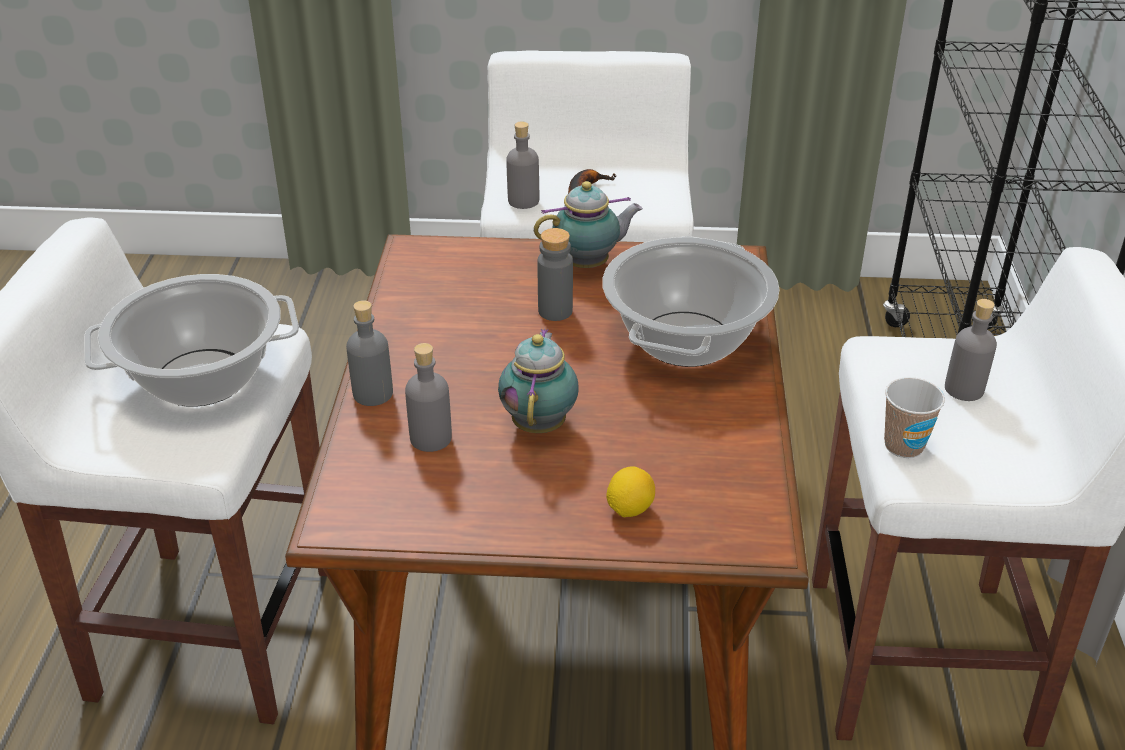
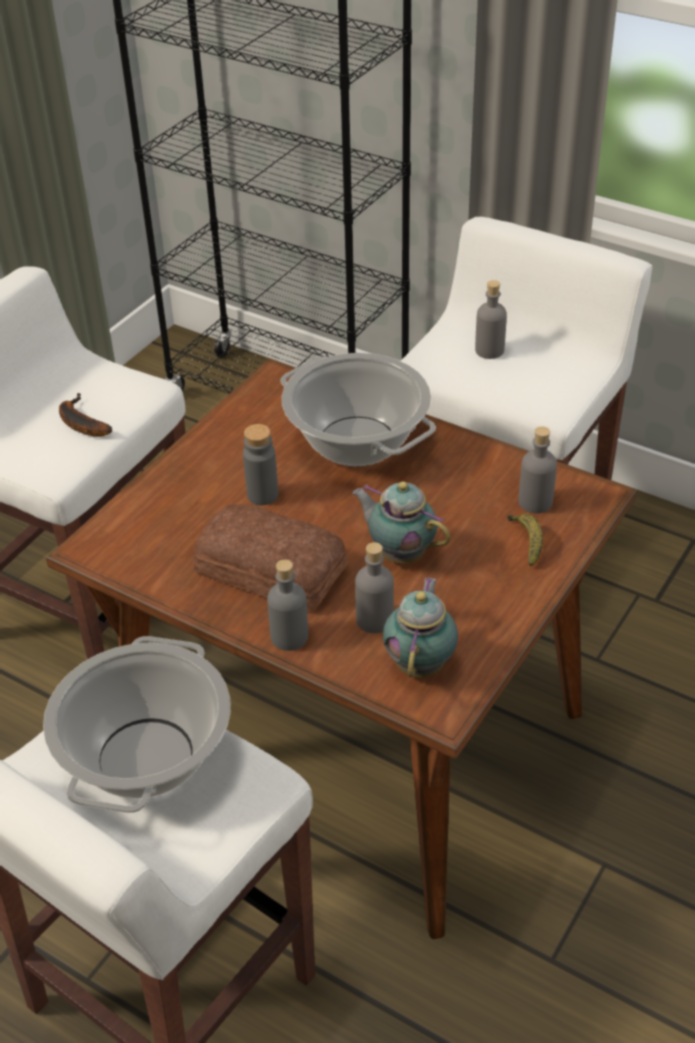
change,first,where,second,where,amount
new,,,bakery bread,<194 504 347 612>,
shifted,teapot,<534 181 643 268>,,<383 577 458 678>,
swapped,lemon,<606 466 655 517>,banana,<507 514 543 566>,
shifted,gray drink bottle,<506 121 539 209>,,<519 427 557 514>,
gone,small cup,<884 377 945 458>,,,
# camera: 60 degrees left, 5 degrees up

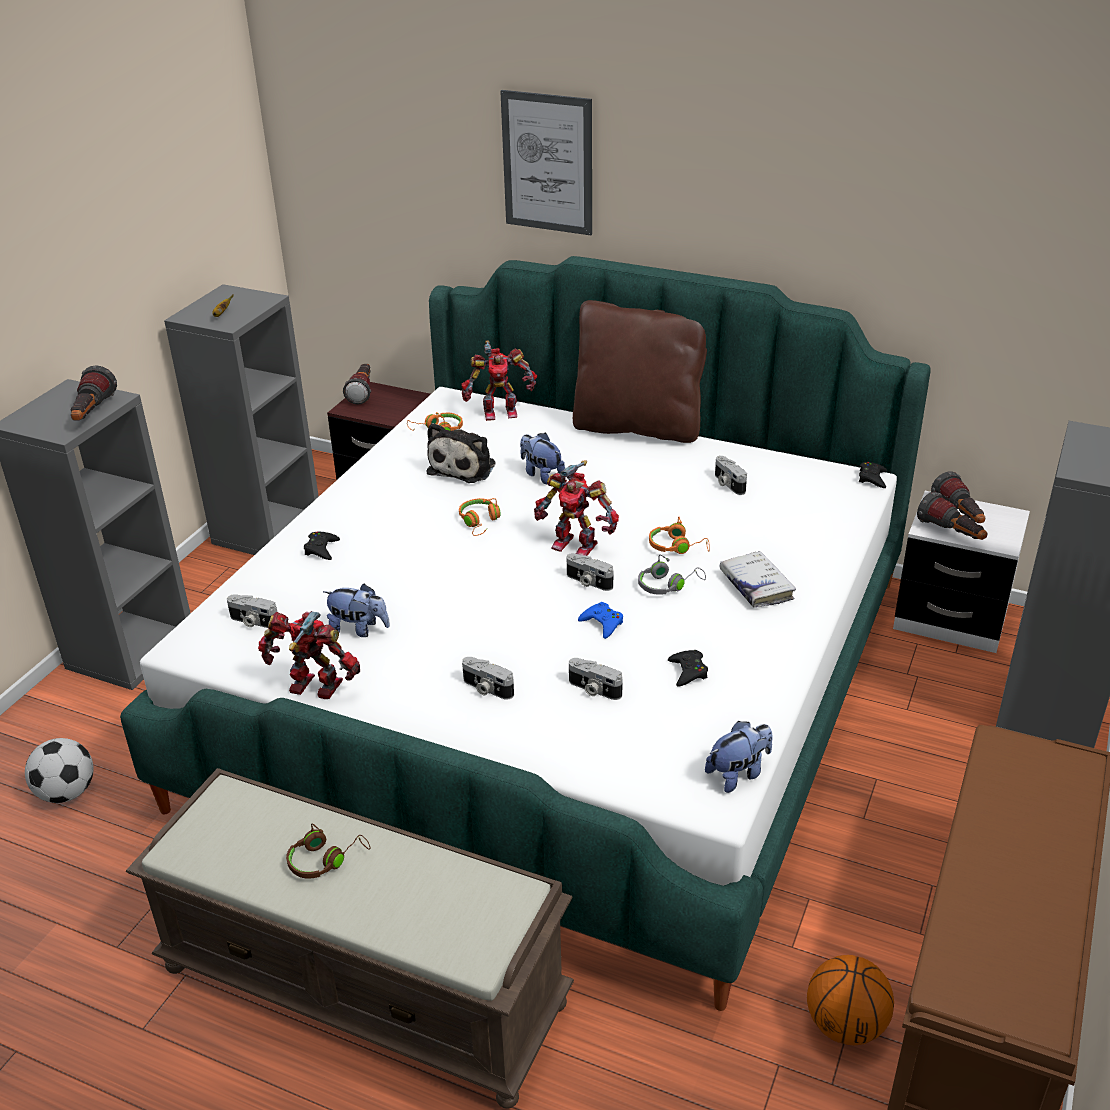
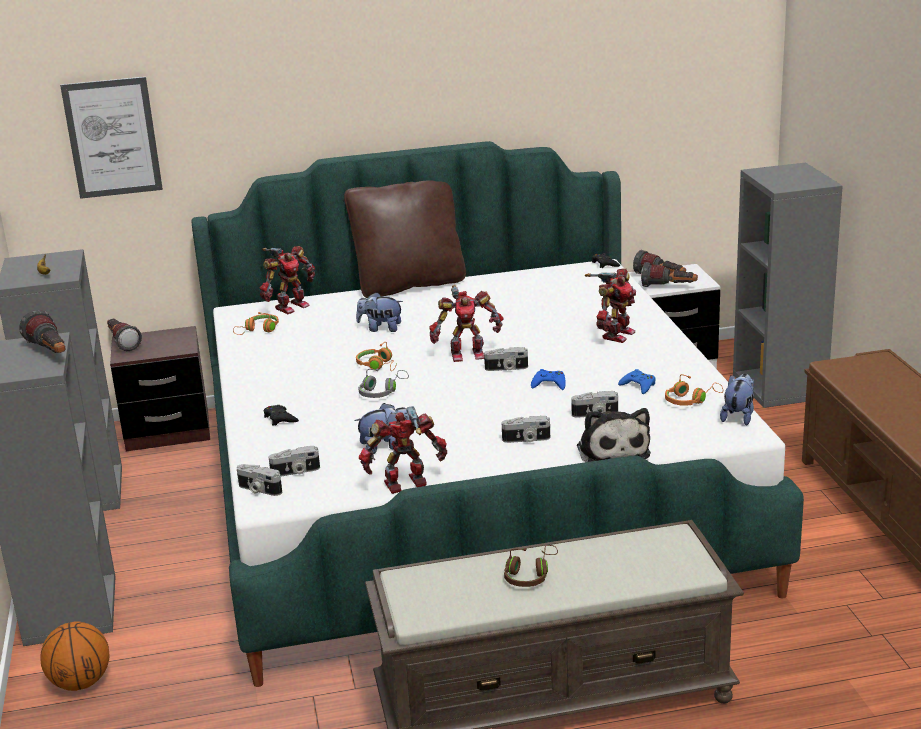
change,first,where,second,where,amount
shifted,basketball ball,<807 955 894 1045>,,<40 622 110 691>,
shifted,wall art,<500 90 592 235>,,<60 77 163 199>,
shifted,still camera,<715 456 747 495>,,<236 464 282 496>,
shifted,gray headset,<638 555 706 595>,,<358 369 409 398>,
shifted,soft toy,<427 423 496 483>,,<577 408 651 462>,
swapped,white-coloured bound book,<719 551 796 608>,robot figure,<585 268 636 343>,
repainted,black-coloured joypad,<668 650 708 687>,blue joypad,<618 369 656 394>,
shifted,orange-coloured headset,<649 516 710 554>,,<665 374 723 406>,
gone,ball for football,<25 738 94 803>,,,
# camera: 35 degrees left, 10 degrees down

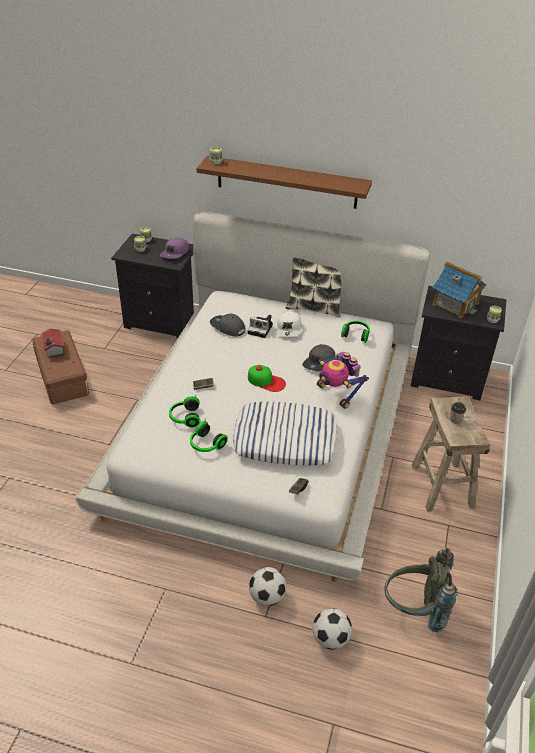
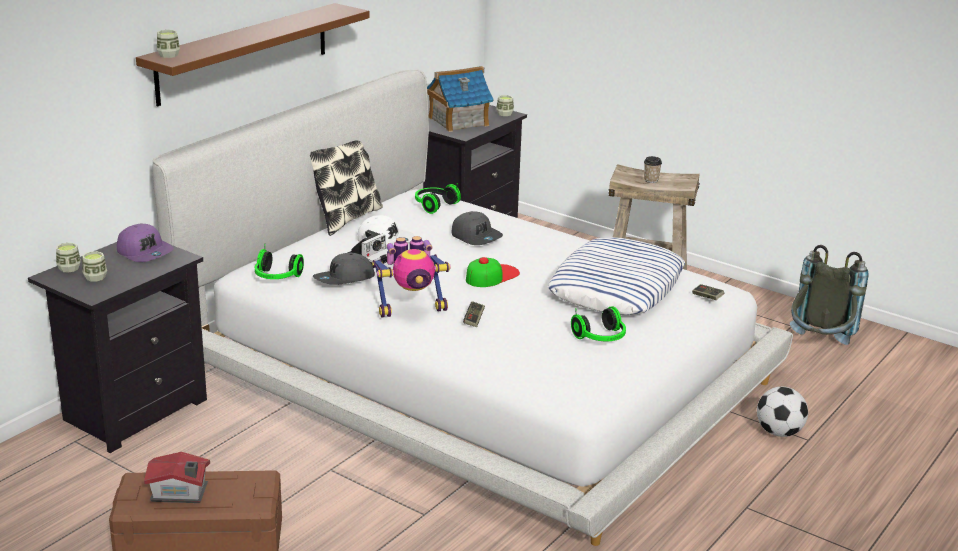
change,first,where,second,where,amount
shifted,headset,<169 396 200 428>,,<255 244 304 279>,
shifted,robot figure,<317 352 369 409>,,<372 236 451 318>,
gone,ball for football,<313 608 352 650>,,,
# camera: 70 degrees left, 15 degrees down

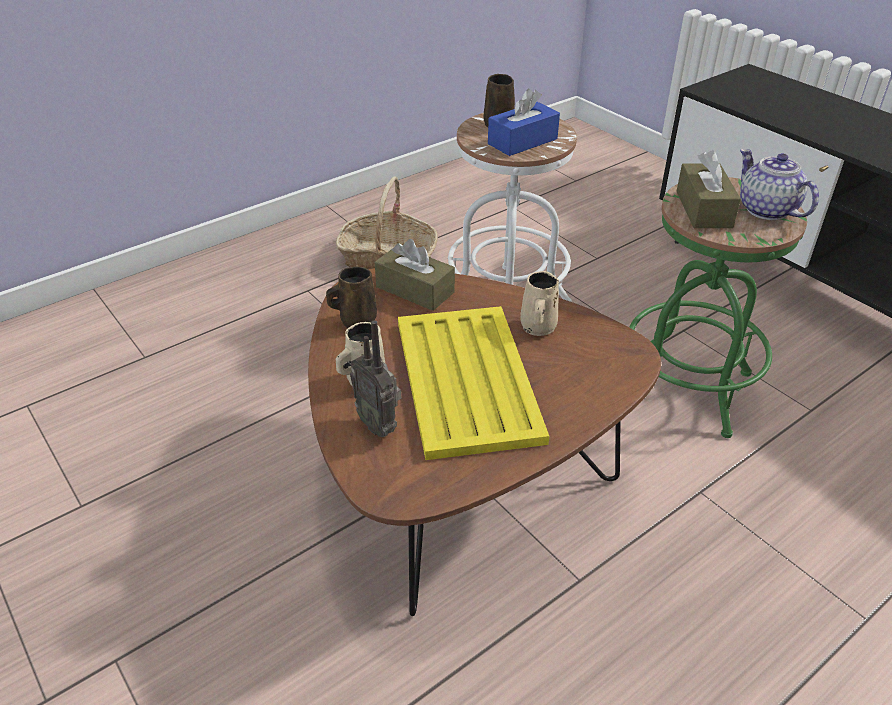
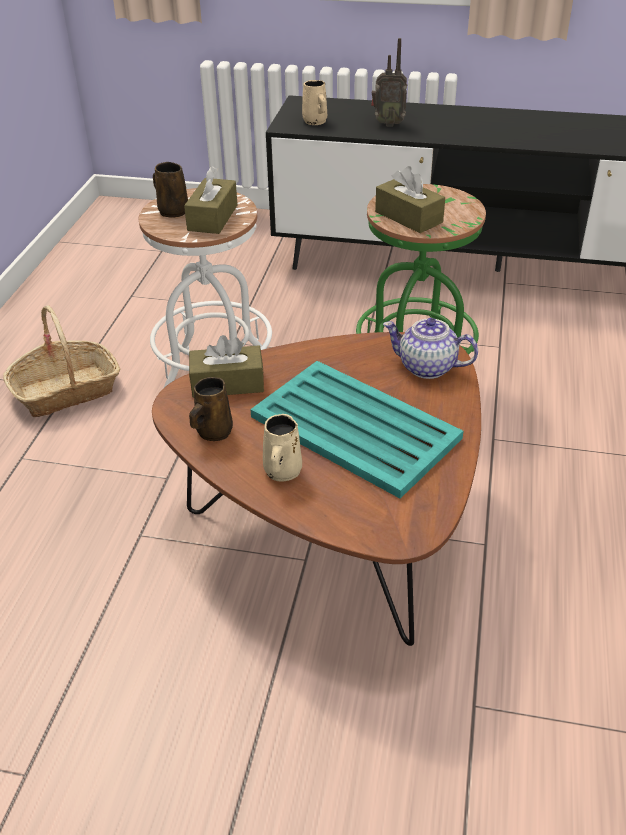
change,first,where,second,where,amount
repainted,blue box of tissues,<488 89 560 156>,brownish box of tissues,<184 166 238 234>,
repainted,yellowish serving tray,<398 306 549 460>,turquoise serving tray,<250 361 463 499>,
shifted,beige coffee mug,<520 271 559 336>,,<302 80 327 125>,
shifted,radio,<350 320 402 437>,,<371 38 407 127>,
shifted,teapot,<740 149 819 220>,,<383 318 478 379>,
# camera: 40 degrees left, 0 degrees up

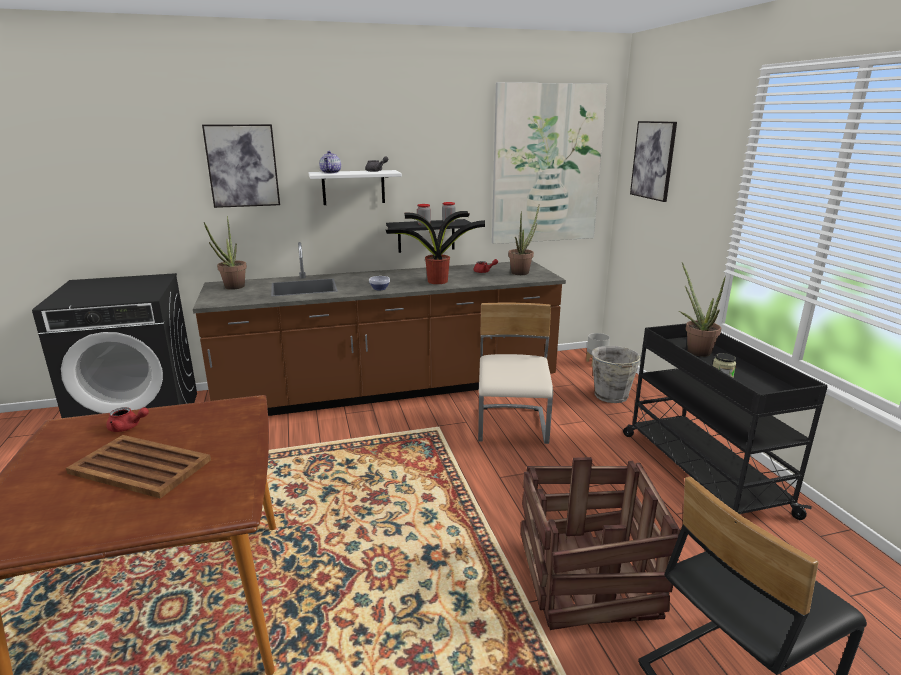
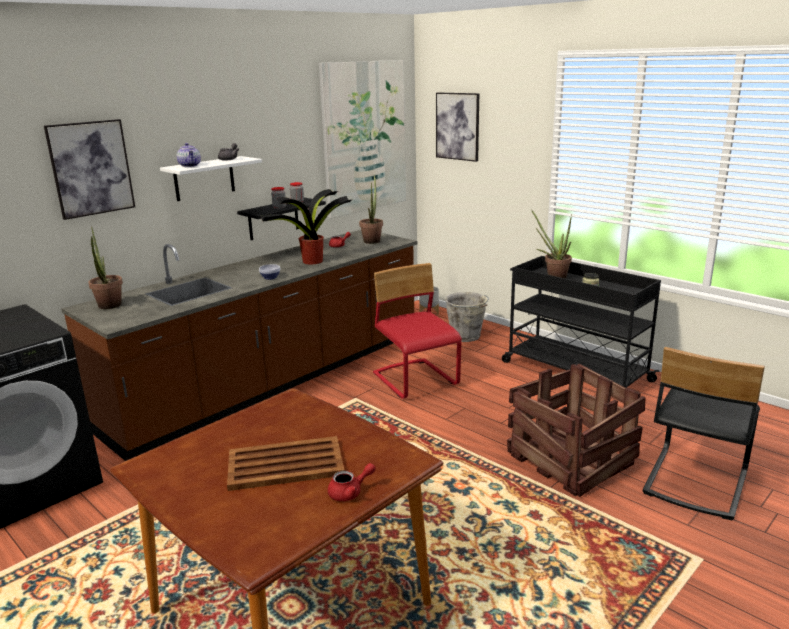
change,first,where,second,where,amount
shifted,red-coloured teapot,<106 407 149 432>,,<328 463 376 501>,
repainted,beige upright chair,<478 302 553 444>,red-coloured upright chair,<373 263 462 399>,
# camera: 30 degrees left, 0 degrees up

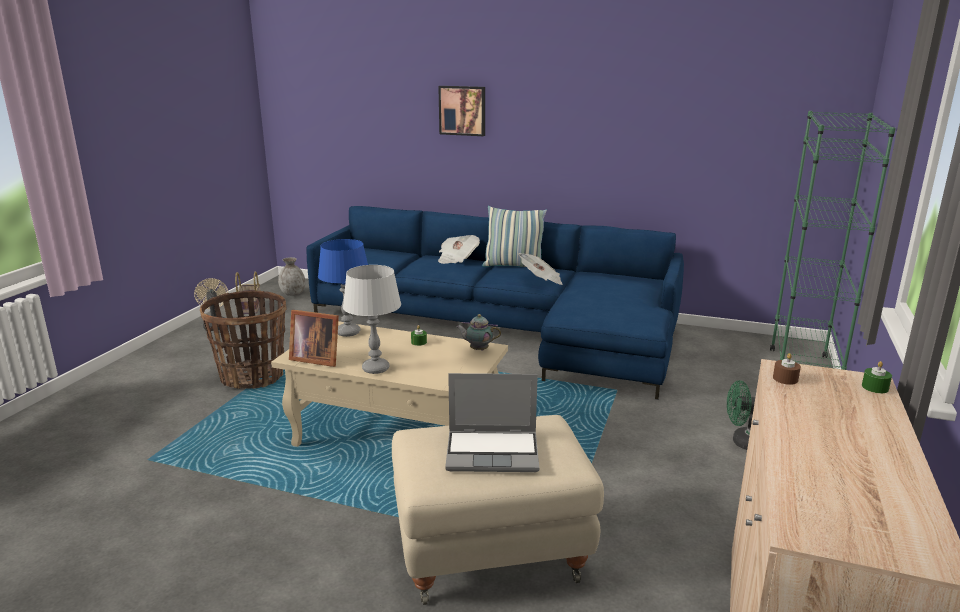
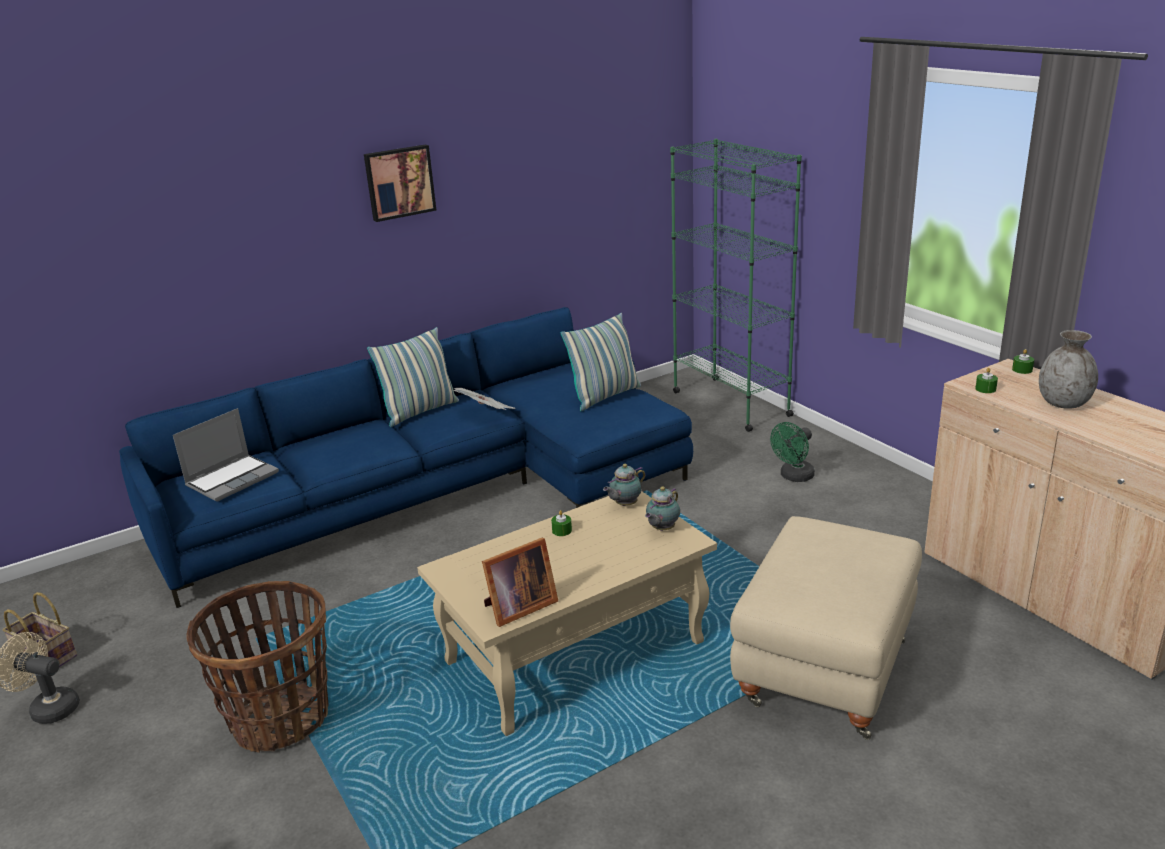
change,first,where,second,where,amount
shifted,notebook computer,<445 373 539 472>,,<173 408 279 502>,
shifted,wall art,<438 86 485 136>,,<364 144 437 222>,
new,,,cushion,<561 313 641 411>,
new,,,teapot,<645 486 680 531>,
repainted,brownish wax candle,<773 353 801 385>,green wax candle,<975 368 998 393>,
shifted,gray flower vase,<278 257 305 296>,,<1039 330 1098 409>,
gone,blue tabletop lamp,<318 239 368 337>,,,
gone,gray tabletop lamp,<343 265 401 374>,,,
gone,newspaper,<438 235 480 264>,,,
# camera: 50 degrees left, 5 degrees up

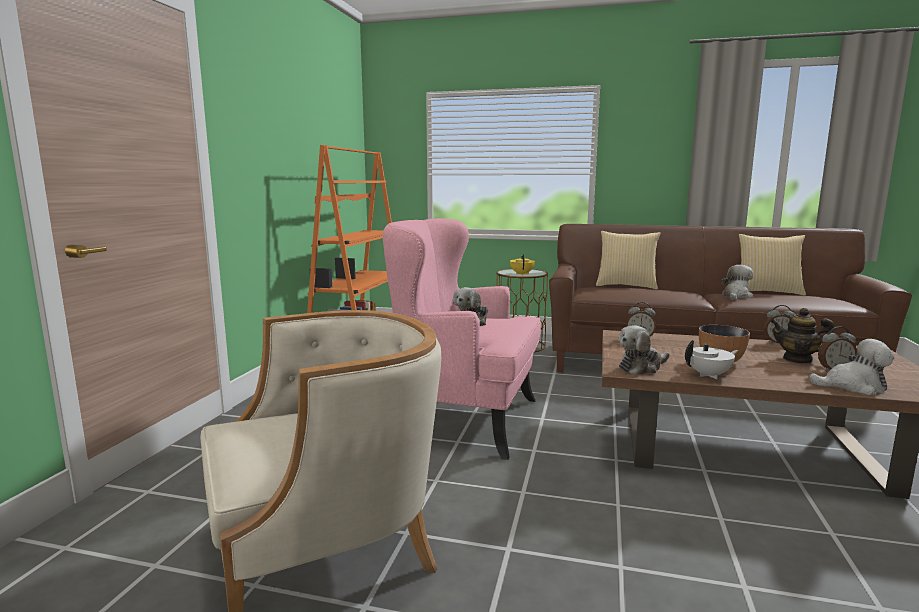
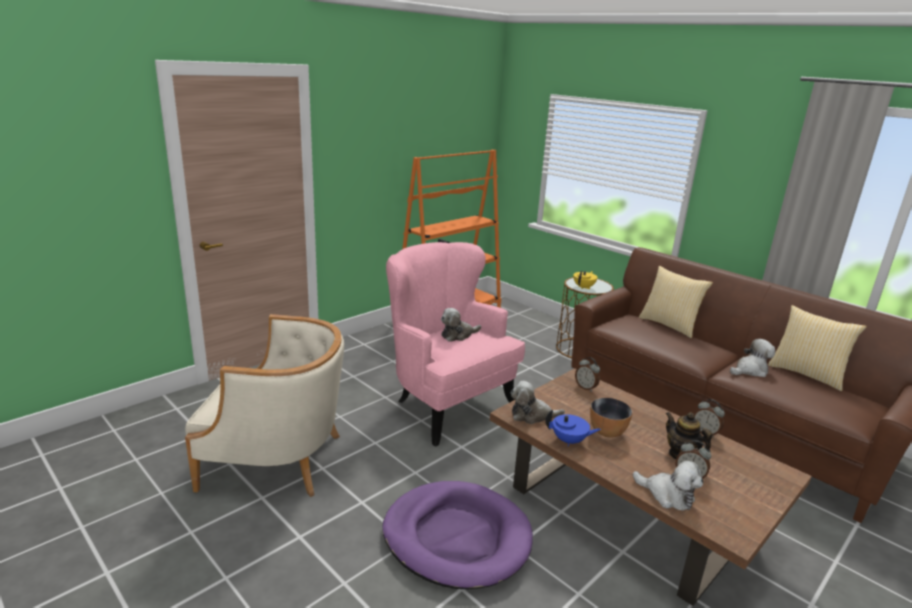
change,first,where,second,where,amount
new,,,purple dog cushion,<382 481 533 589>,
repainted,white-coloured teapot,<685 340 738 379>,blue teapot,<545 410 601 447>,
# camera: 30 degrees right, 10 degrees up

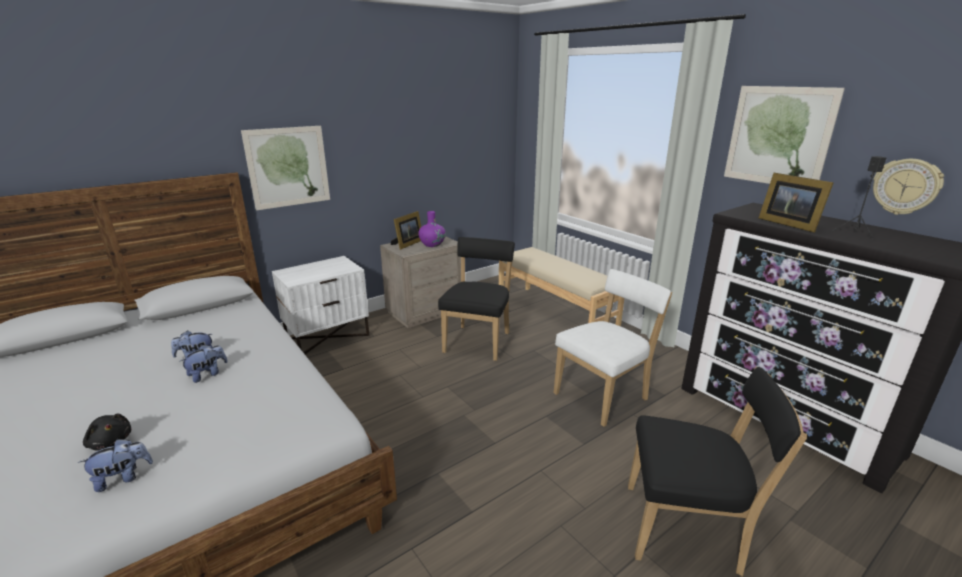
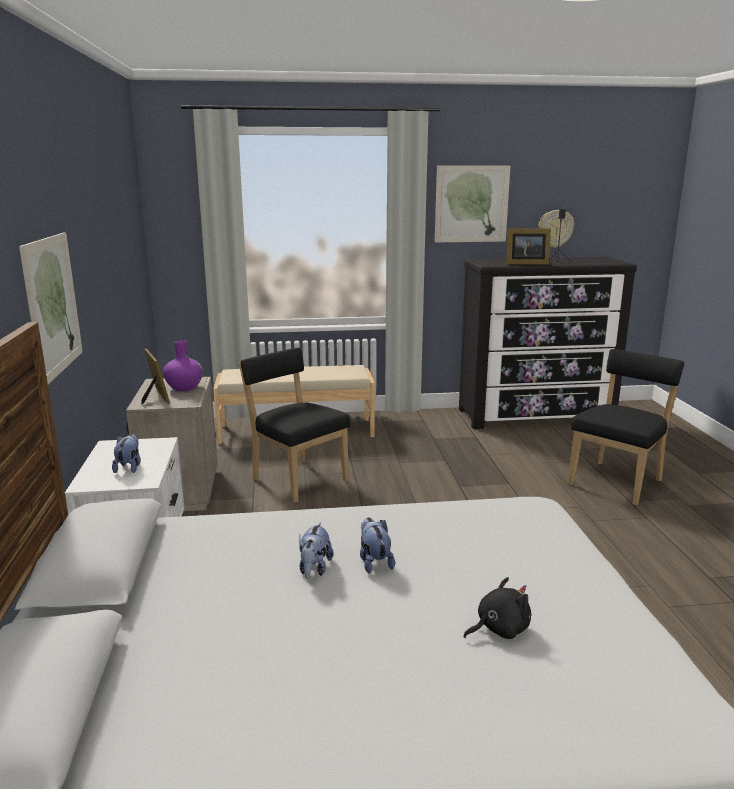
change,first,where,second,where,amount
shifted,soft toy,<78 439 153 492>,,<112 434 141 473>,
gone,white-coloured upright chair,<554 269 672 427>,,,
# camera: 60 degrees left, 5 degrees down

